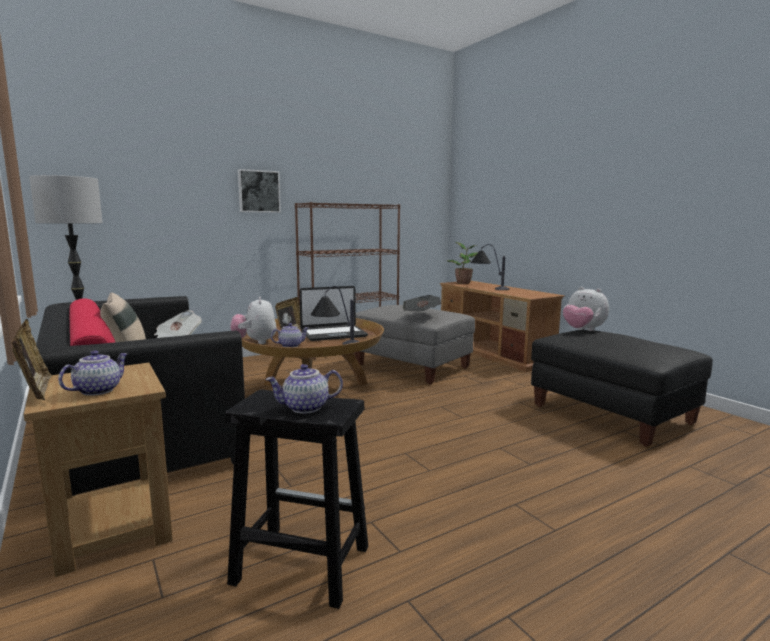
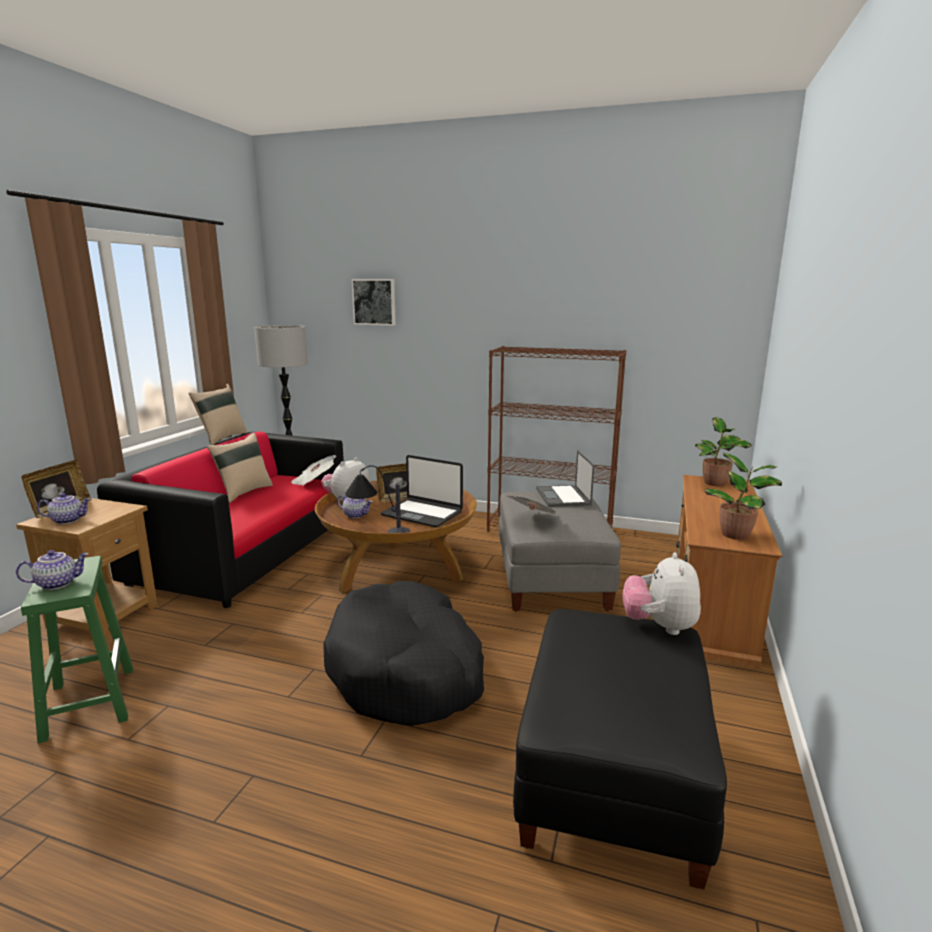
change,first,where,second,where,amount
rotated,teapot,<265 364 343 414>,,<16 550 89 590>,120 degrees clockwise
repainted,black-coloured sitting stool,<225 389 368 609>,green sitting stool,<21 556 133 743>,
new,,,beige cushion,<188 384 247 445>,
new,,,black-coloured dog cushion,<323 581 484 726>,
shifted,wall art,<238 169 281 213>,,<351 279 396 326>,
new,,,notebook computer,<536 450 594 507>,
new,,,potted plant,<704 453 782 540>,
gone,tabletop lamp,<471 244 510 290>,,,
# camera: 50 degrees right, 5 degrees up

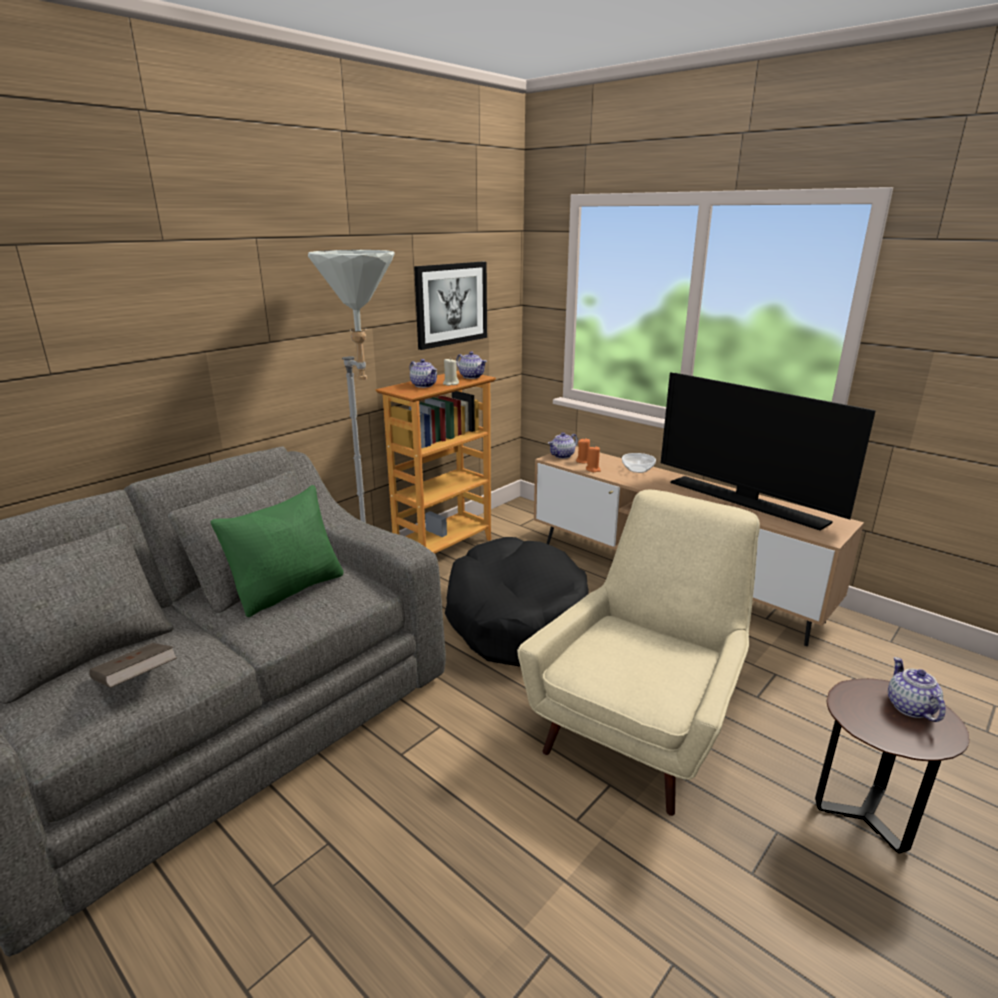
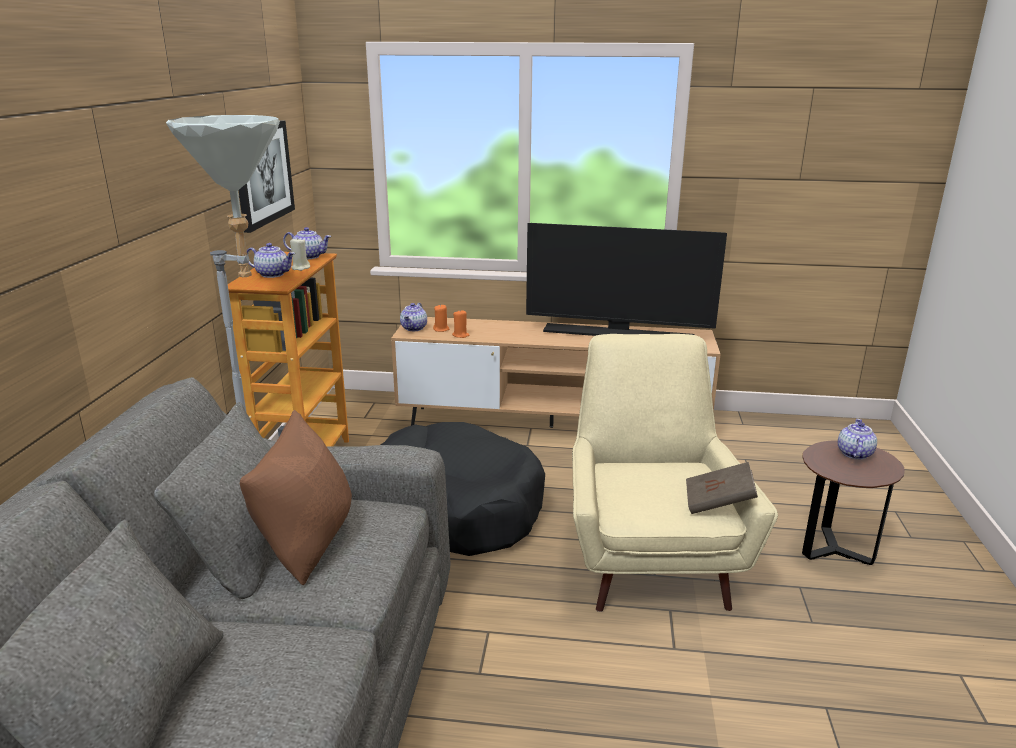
change,first,where,second,where,amount
repainted,green cushion,<210 485 344 617>,brownish cushion,<240 410 352 585>,
shifted,brownish bound book,<89 643 177 688>,,<686 462 758 514>,
rotated,teapot,<888 657 946 722>,,<838 419 877 460>,60 degrees clockwise
gone,serving bowl,<622 453 656 473>,,,
# camera: 35 degrees left, 0 degrees up

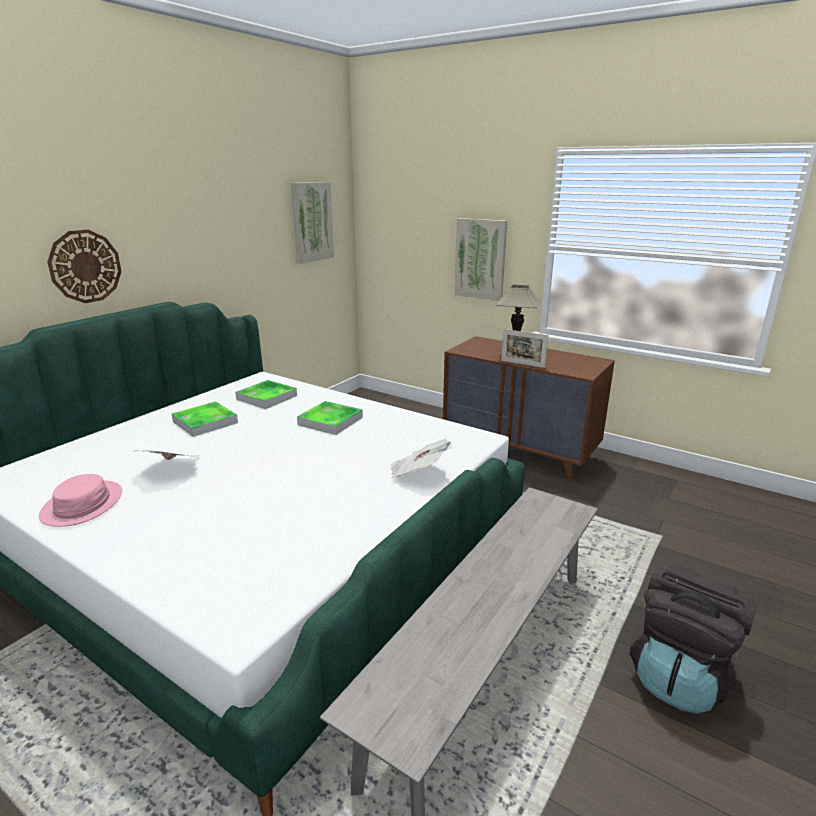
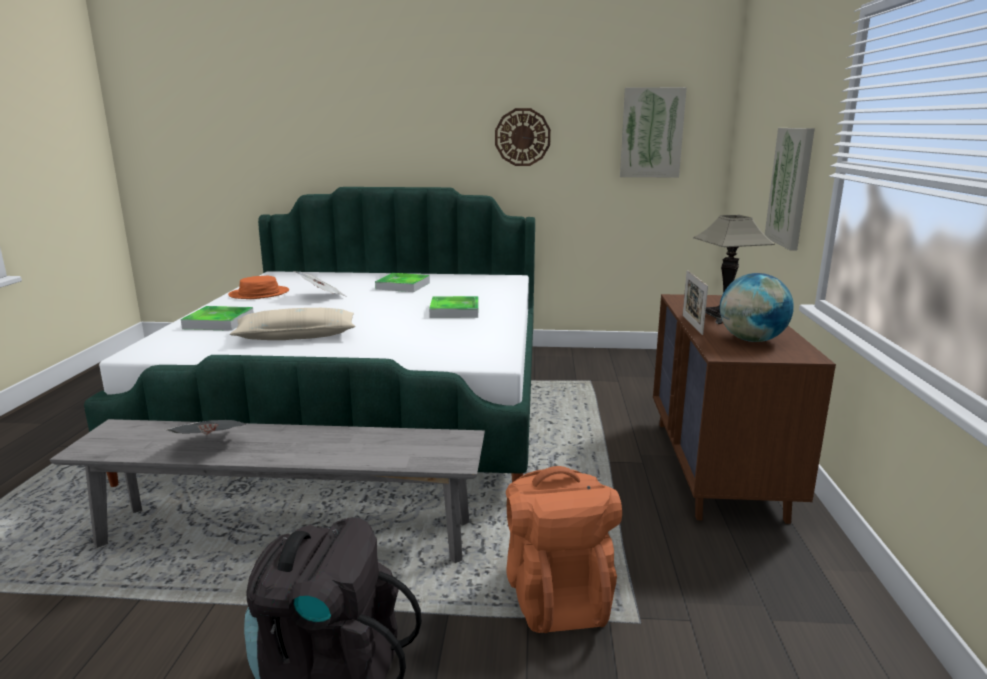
change,first,where,second,where,amount
shifted,newspaper,<391 439 452 478>,,<165 420 246 435>,
shifted,serving tray,<235 380 297 409>,,<181 306 254 331>,
repainted,pinkish wearable hat,<39 474 122 527>,orange-coloured wearable hat,<228 276 289 299>,
new,,,beige cushion,<229 308 355 340>,
shifted,clock on the wall,<47 230 122 303>,,<495 108 551 166>,
new,,,orange-coloured backpack,<506 466 622 633>,
new,,,desk globe,<720 273 794 342>,
# camera: 60 degrees right, 5 degrees down

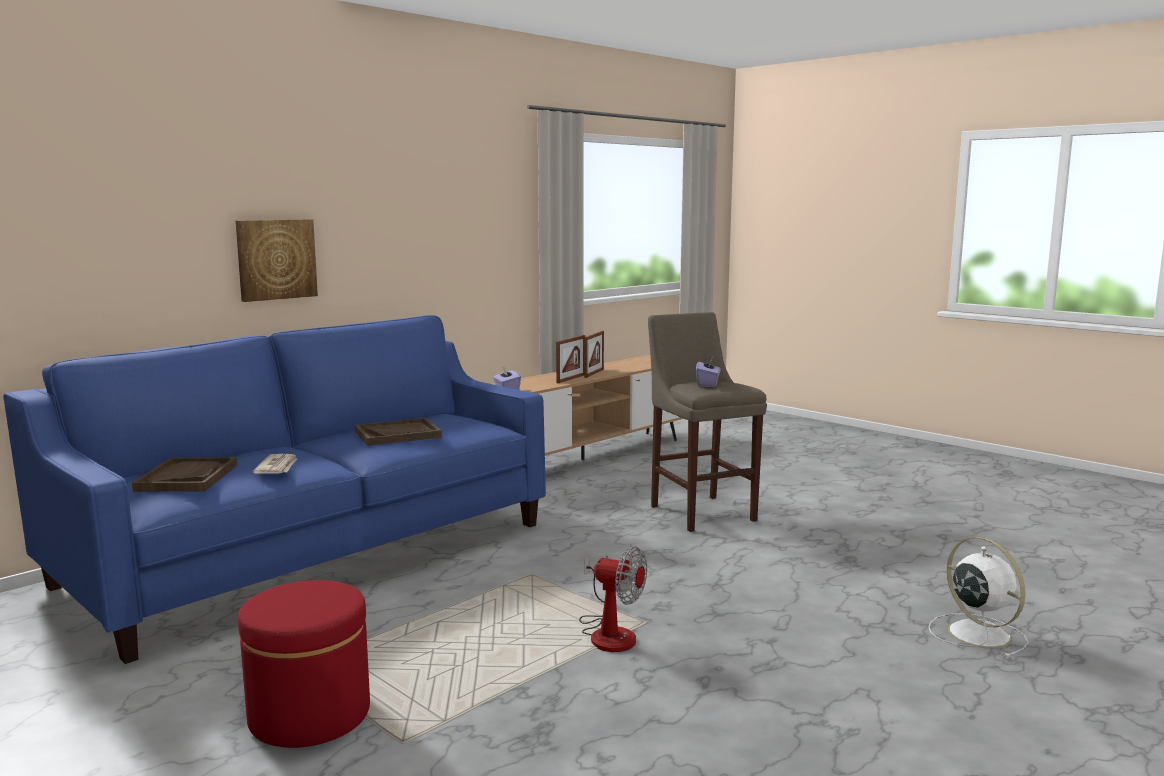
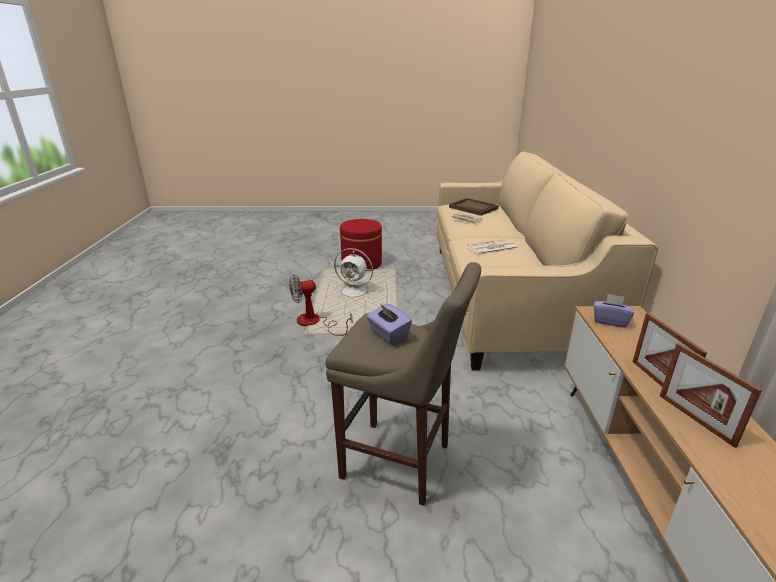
change,first,where,second,where,amount
shifted,white-coloured electric fan,<928 537 1029 658>,,<334 248 375 300>,
repainted,blue couch,<3 315 546 664>,beige couch,<436 151 658 370>,
swapped,brownish serving tray,<355 418 442 446>,newspaper,<467 239 518 255>,
gone,wall art,<236 219 318 302>,,,
# camera: 135 degrees right, 15 degrees up

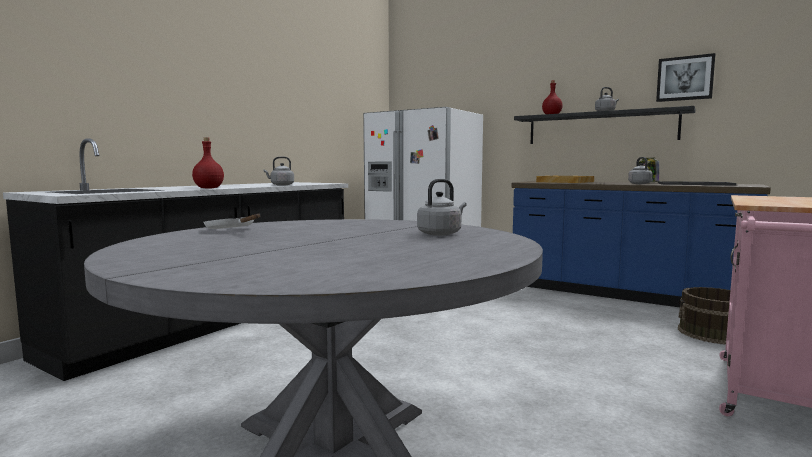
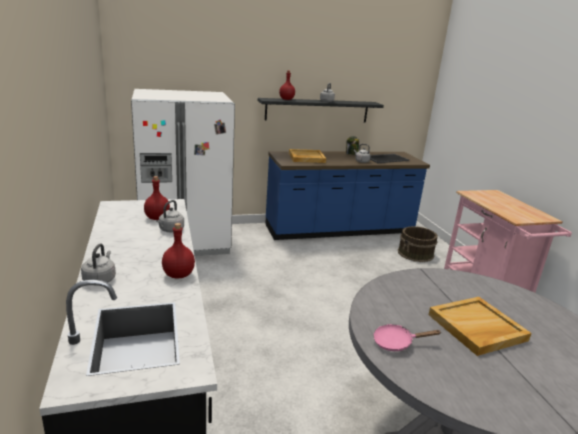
change,first,where,second,where,amount
shifted,gray kettle,<417 179 467 236>,,<81 244 116 282>,
new,,,red-coloured drink bottle,<144 176 170 220>,
repainted,white-coloured frying pan,<203 214 260 229>,pinkish frying pan,<373 324 441 351>,
new,,,beige serving tray,<428 297 532 356>,
gone,wall art,<656 53 715 102>,,,
# camera: 50 degrees left, 15 degrees up

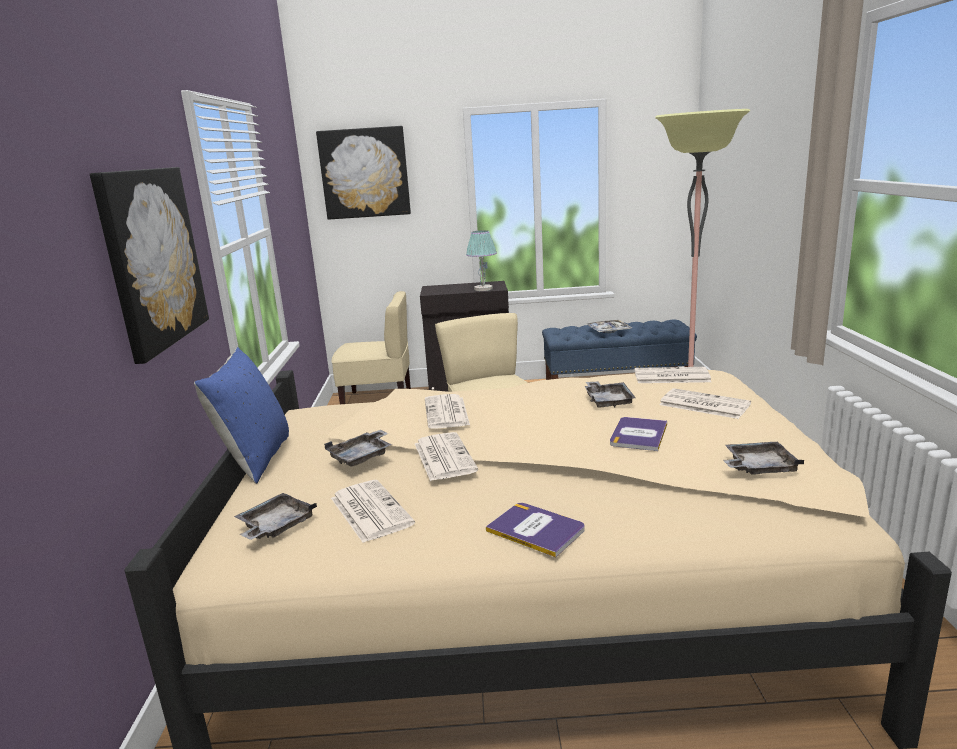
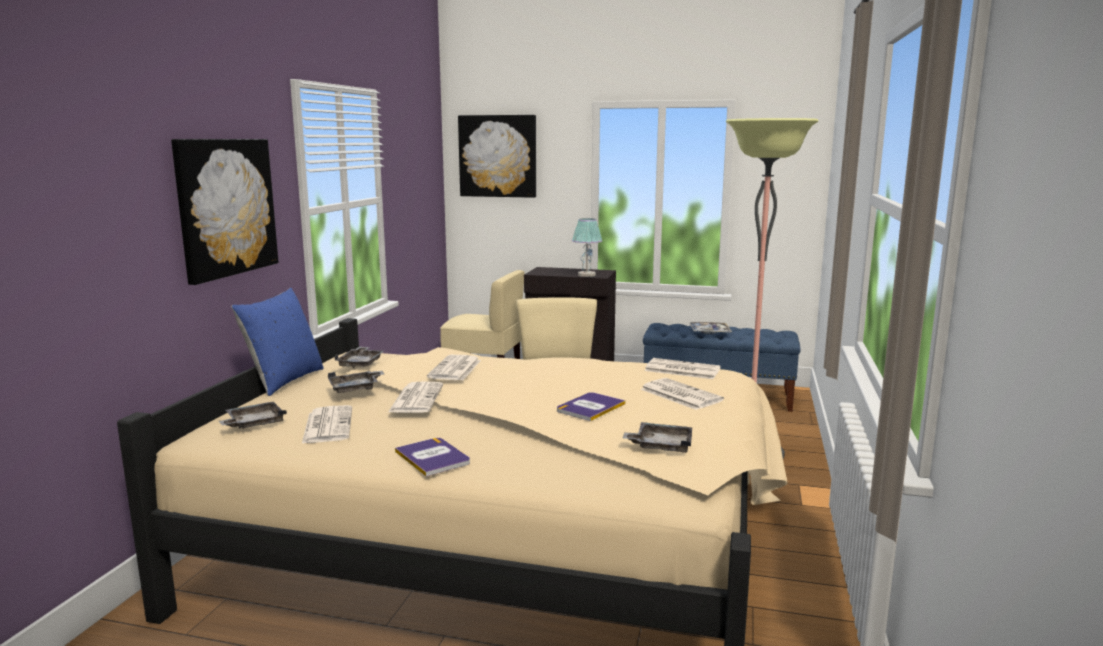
change,first,where,second,where,amount
shifted,gray serving tray,<585 381 636 408>,,<334 347 385 368>,
# camera: 15 degrees right, 5 degrees down

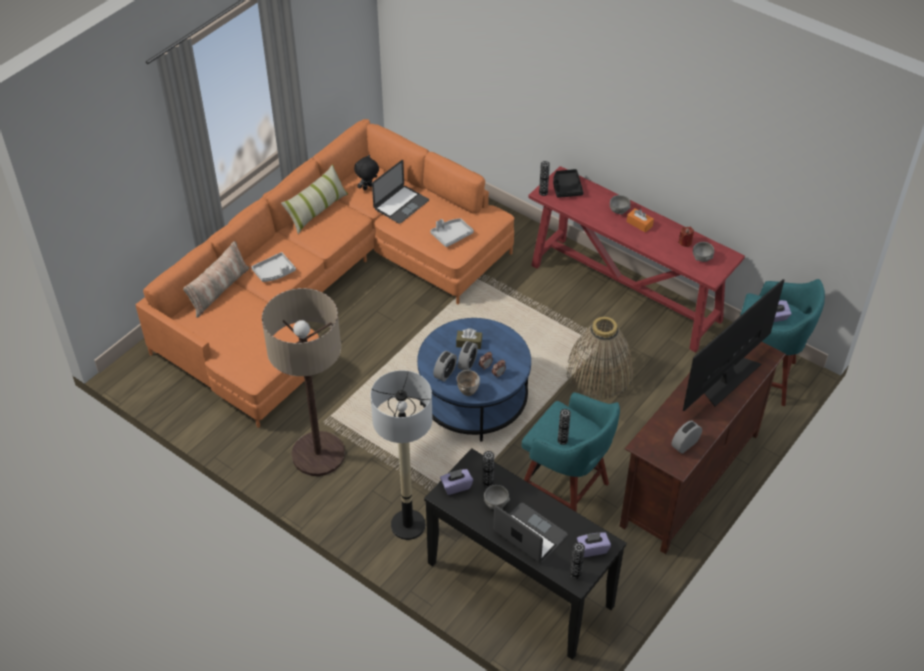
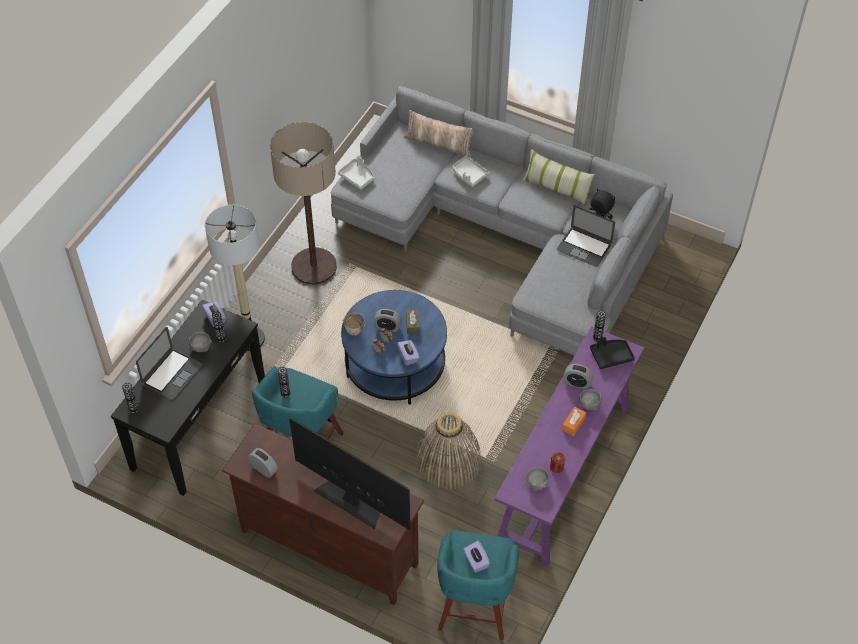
change,first,where,second,where,amount
repainted,orange-coloured couch,<136 119 514 428>,gray couch,<331 86 673 355>,
shifted,gray serving tray,<430 218 474 247>,,<338 157 375 190>,
shifted,purple box of tissues,<577 532 611 557>,,<397 340 419 366>,
repainted,red-coloured narrow table,<528 166 745 352>,purple narrow table,<494 326 644 567>,
shifted,table clock,<433 351 457 382>,,<563 364 594 389>,
# camera: 80 degrees right, 5 degrees up

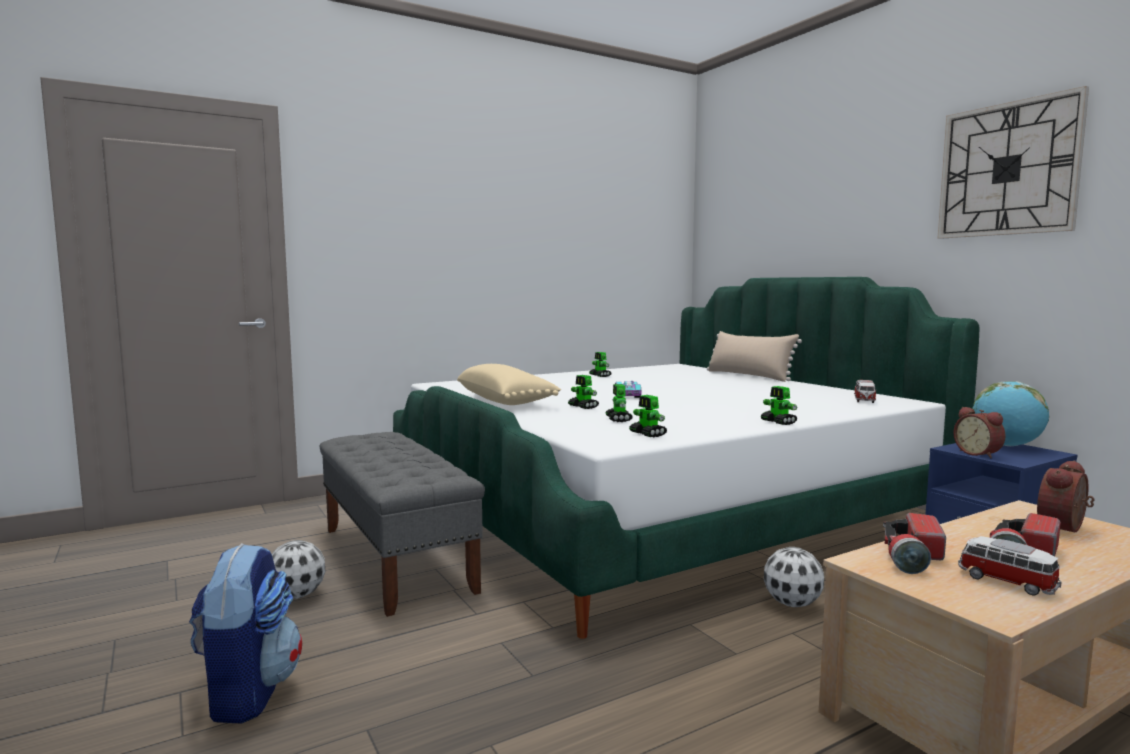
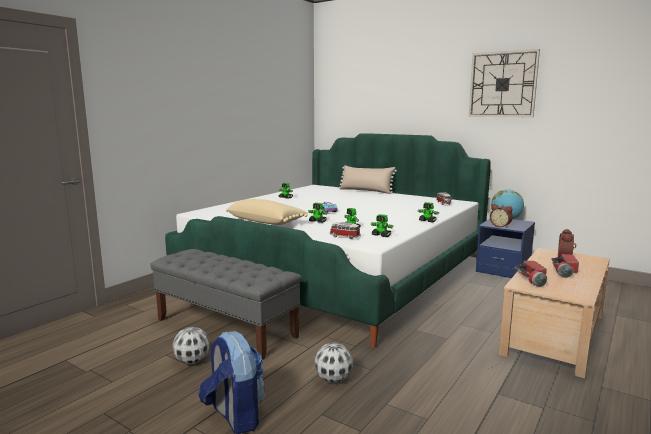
change,first,where,second,where,amount
shifted,ball for football,<764 547 824 607>,,<315 343 353 383>,
shifted,miniature car,<958 536 1061 596>,,<330 222 360 239>,
# camera: 25 degrees left, 5 degrees up

